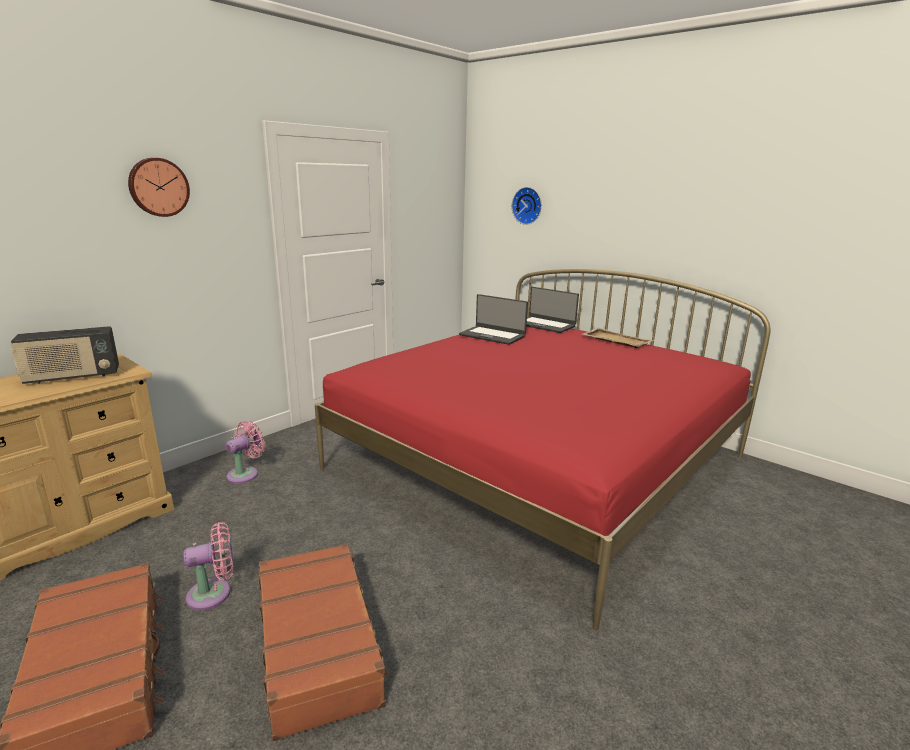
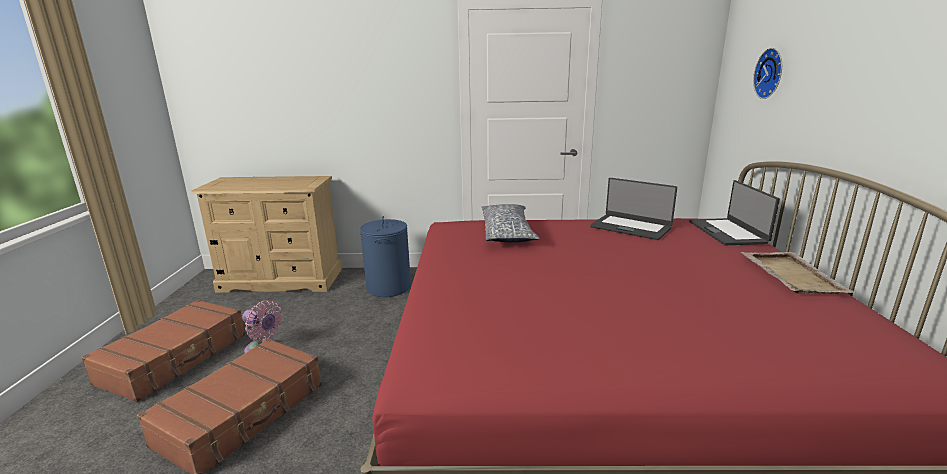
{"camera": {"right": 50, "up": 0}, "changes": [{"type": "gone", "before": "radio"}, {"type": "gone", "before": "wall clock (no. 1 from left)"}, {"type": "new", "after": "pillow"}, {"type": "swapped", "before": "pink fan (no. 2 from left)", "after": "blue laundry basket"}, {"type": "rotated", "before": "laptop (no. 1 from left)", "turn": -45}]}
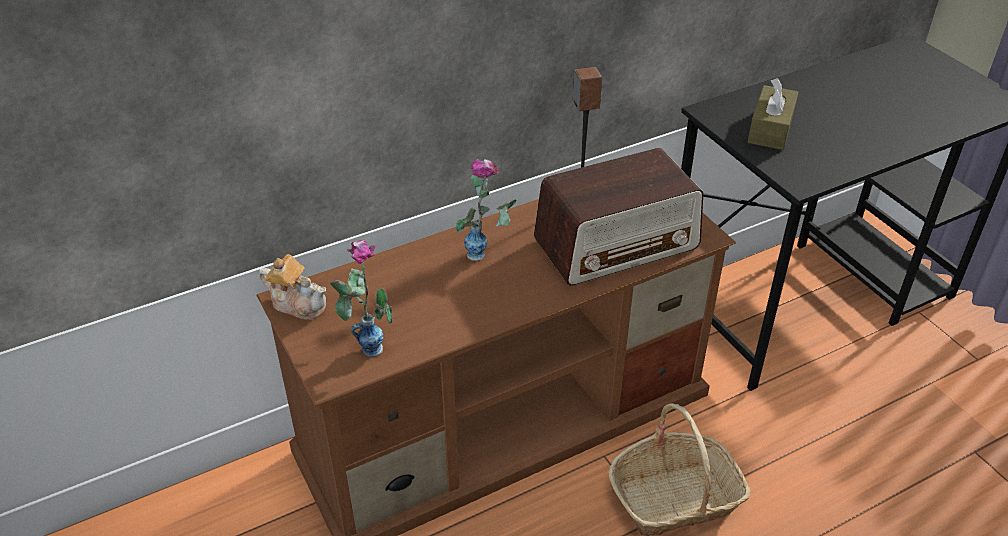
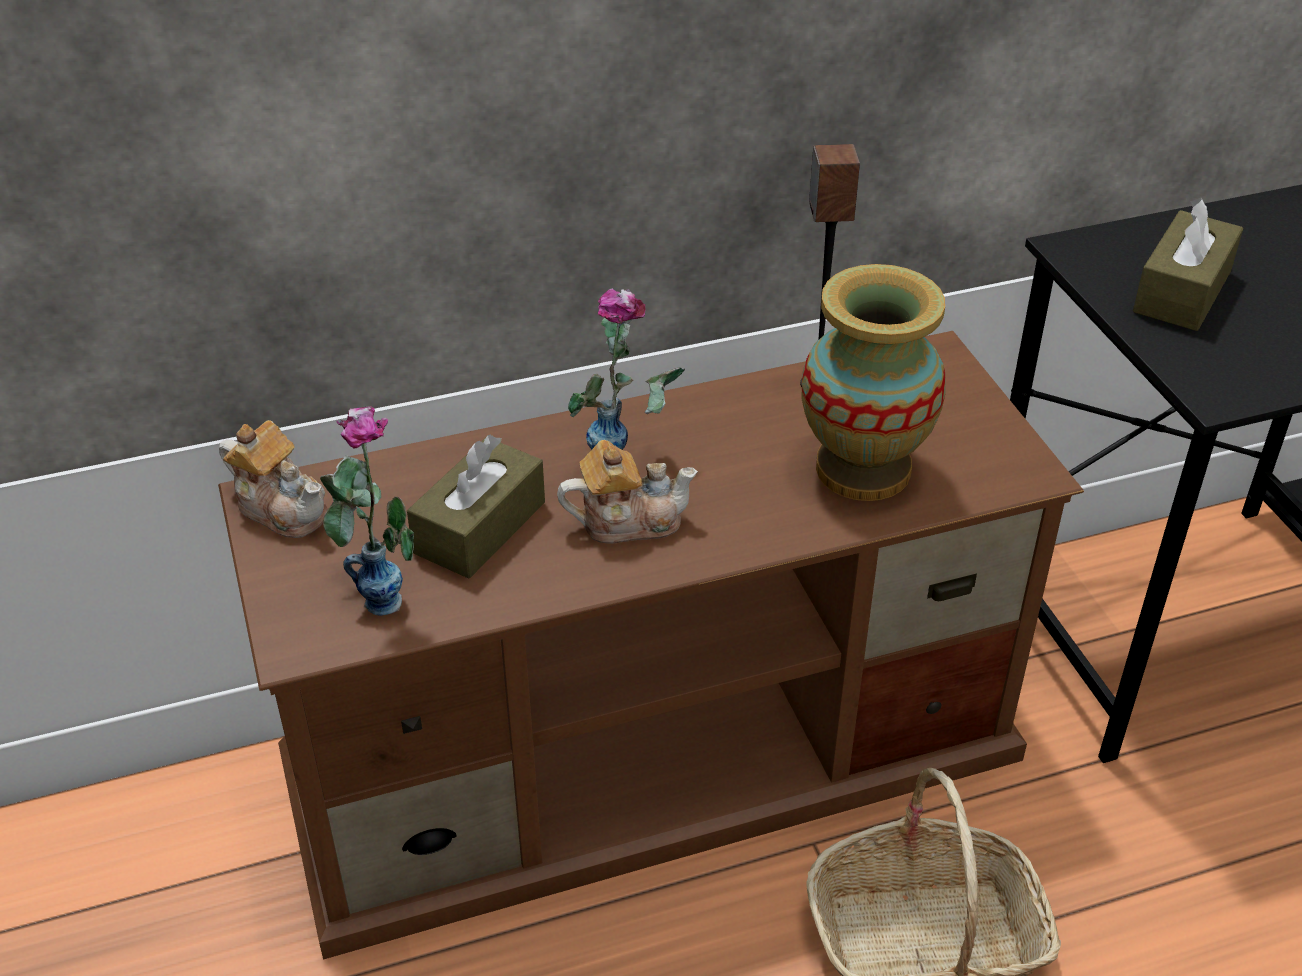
{"camera": {"right": 10, "up": 0}, "changes": [{"type": "new", "after": "brown tissue box (no. 1 from left)"}, {"type": "new", "after": "teapot (no. 2 from left)"}, {"type": "swapped", "before": "radio", "after": "vase (no. 3 from left)"}]}
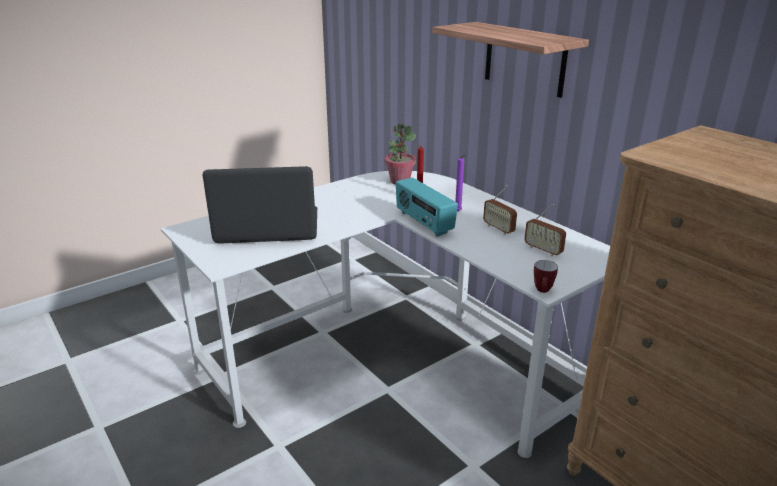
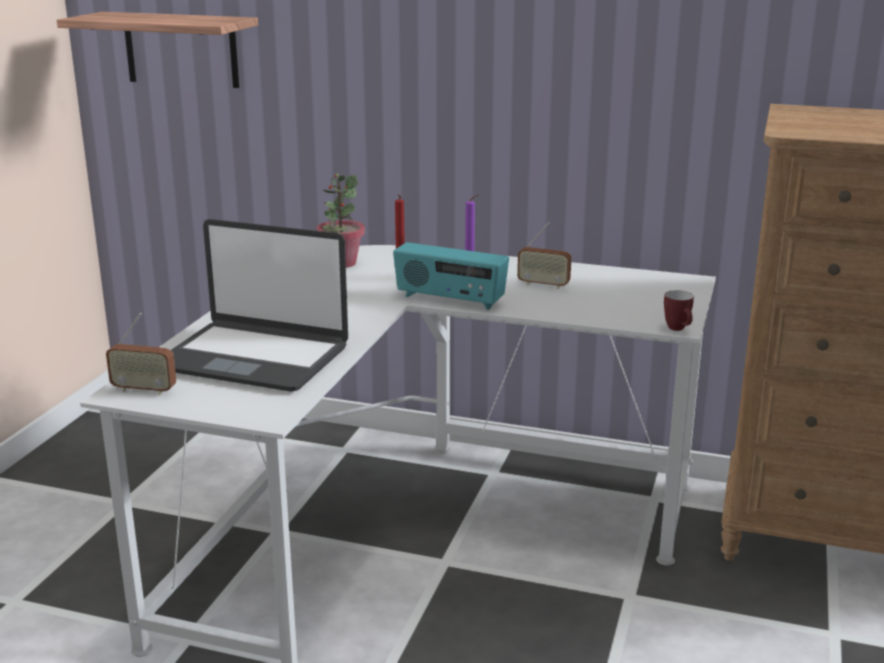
{"camera": {"right": -35, "up": -5}, "changes": [{"type": "shifted", "before": "shelf"}, {"type": "shifted", "before": "radio (no. 3 from left in the first image)", "after": "radio (no. 1 from left)"}, {"type": "rotated", "before": "laptop", "turn": -120}]}
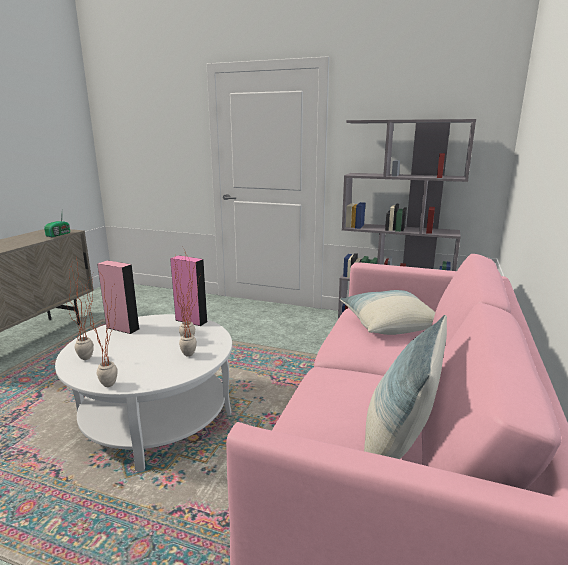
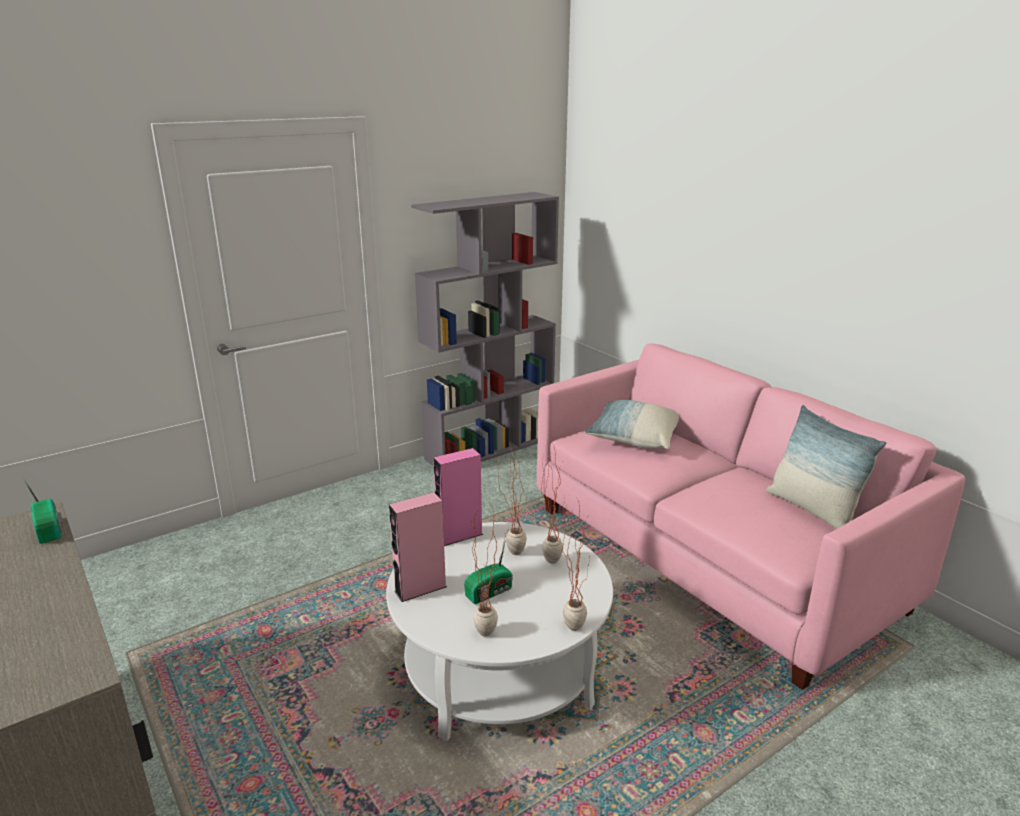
{"camera": {"right": -55, "up": 5}, "changes": [{"type": "new", "after": "radio (no. 2 from left)"}]}
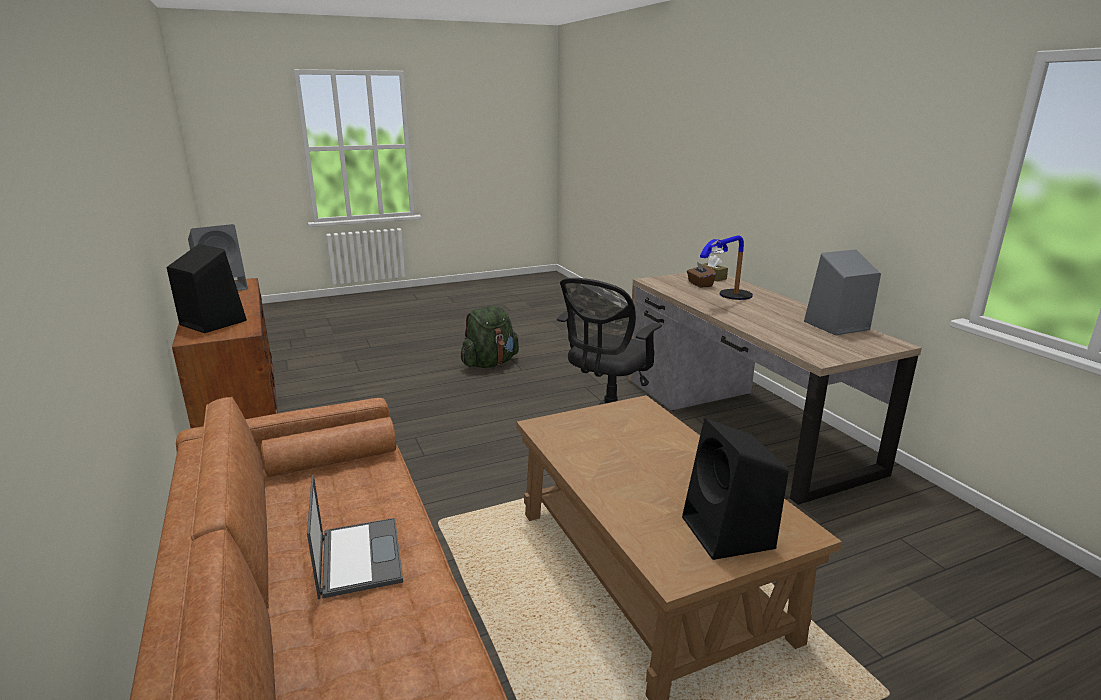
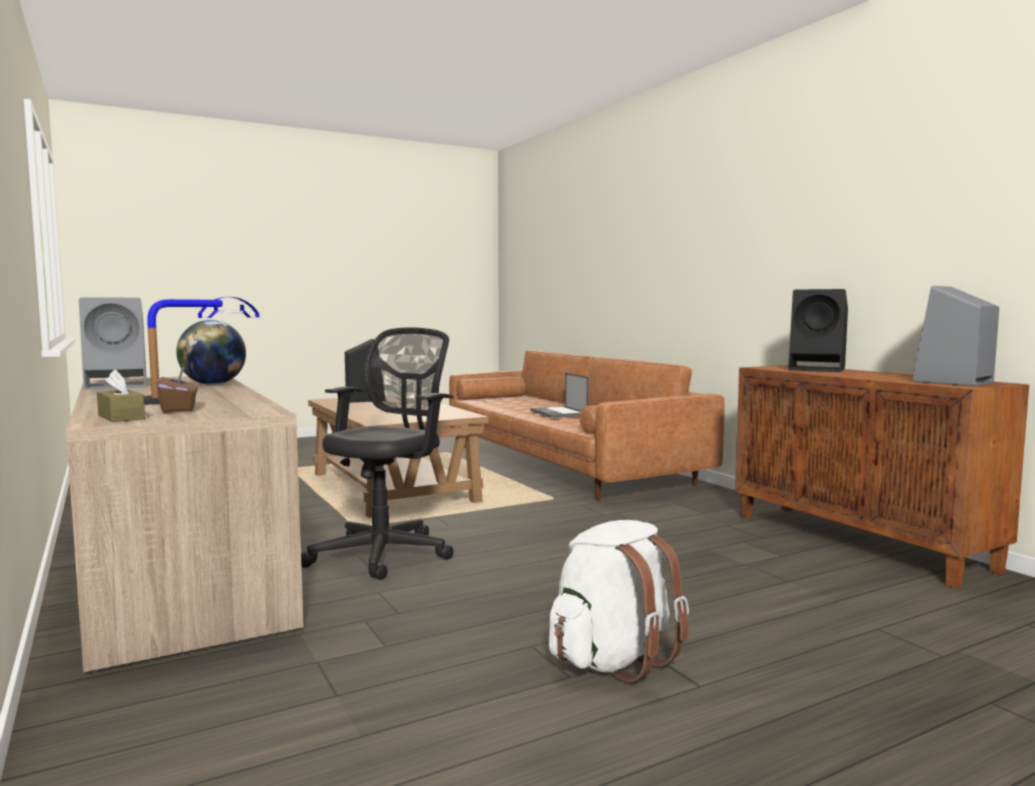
{"camera": {"right": 175, "up": -15}, "changes": [{"type": "new", "after": "globe"}, {"type": "repainted", "before": "green backpack", "after": "white backpack"}]}
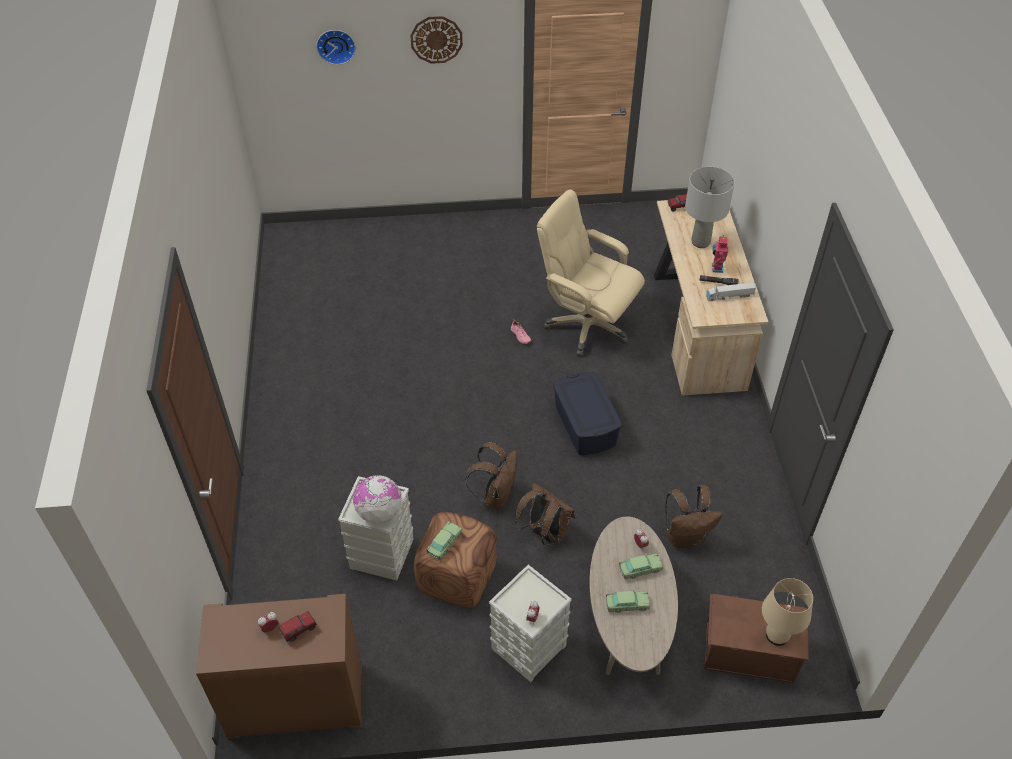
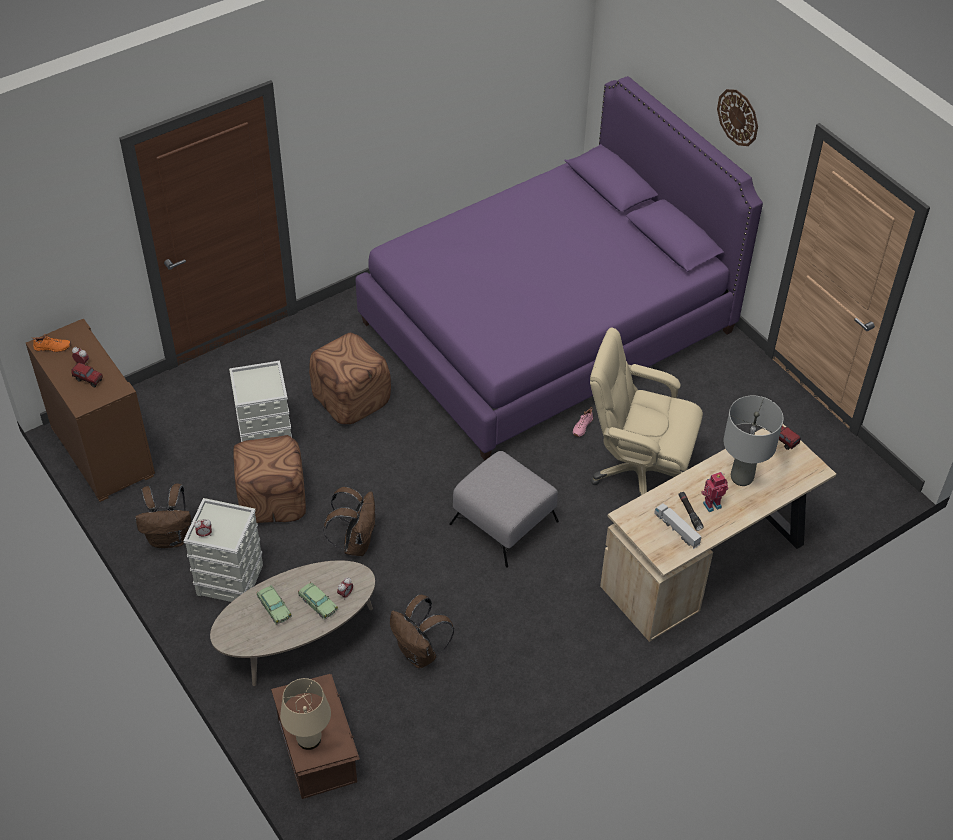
{"camera": {"right": 60, "up": 0}, "changes": [{"type": "gone", "before": "wall clock (no. 1 from left)"}, {"type": "gone", "before": "globe"}, {"type": "gone", "before": "toy car (no. 1 from left)"}, {"type": "new", "after": "orange shoe"}, {"type": "new", "after": "brown ottoman (no. 2 from left)"}, {"type": "new", "after": "purple bed"}, {"type": "shifted", "before": "brown backpack (no. 1 from left)"}, {"type": "swapped", "before": "blue storage box", "after": "grey ottoman"}, {"type": "rotated", "before": "beige office chair", "turn": -75}]}
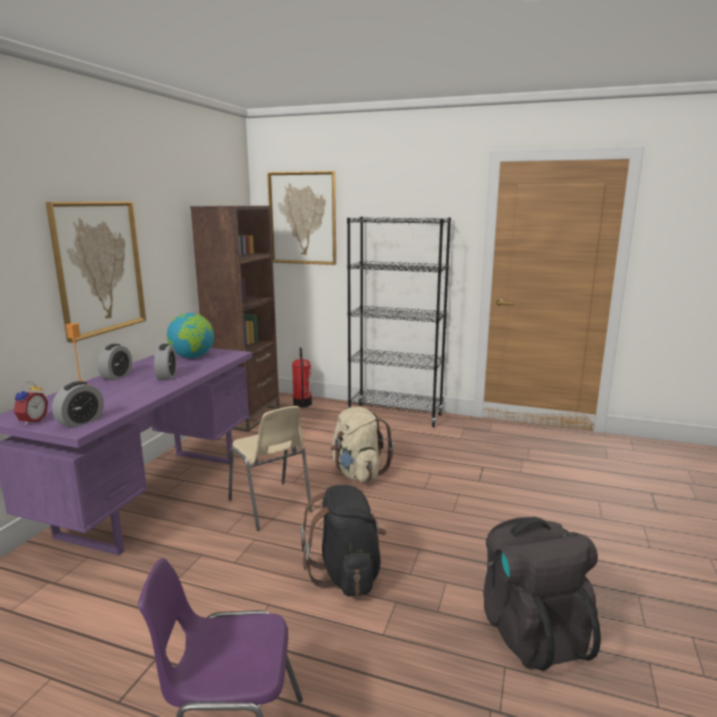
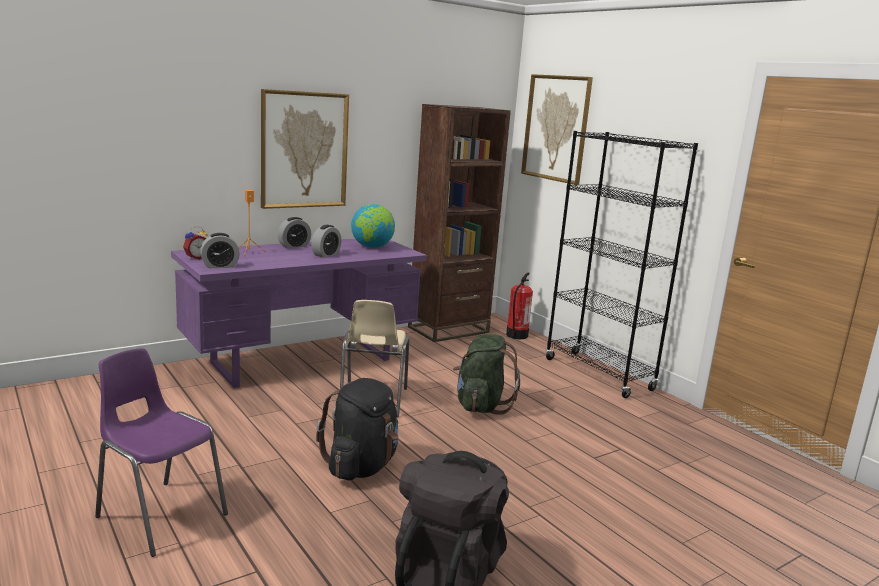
{"camera": {"right": 35, "up": 0}, "changes": [{"type": "repainted", "before": "beige backpack", "after": "green backpack"}]}
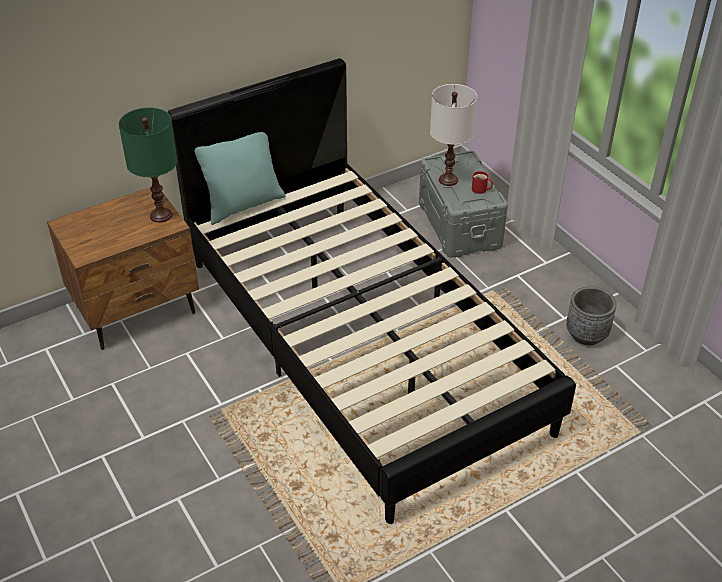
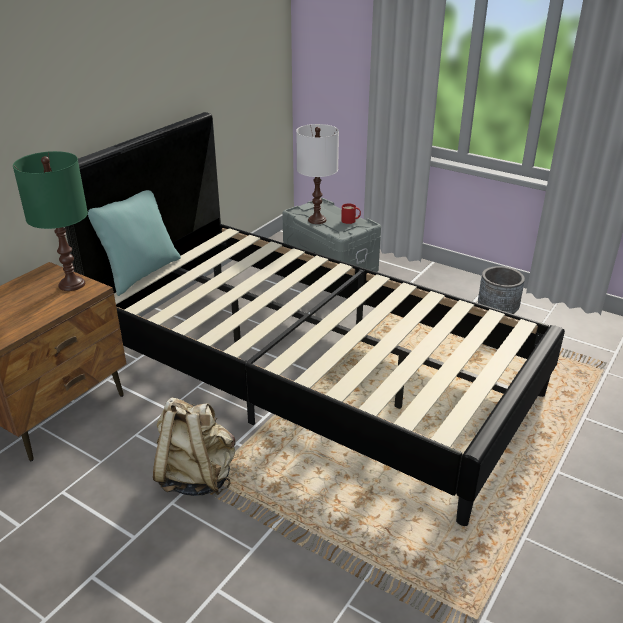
{"camera": {"right": -25, "up": -10}, "changes": [{"type": "new", "after": "beige backpack"}]}
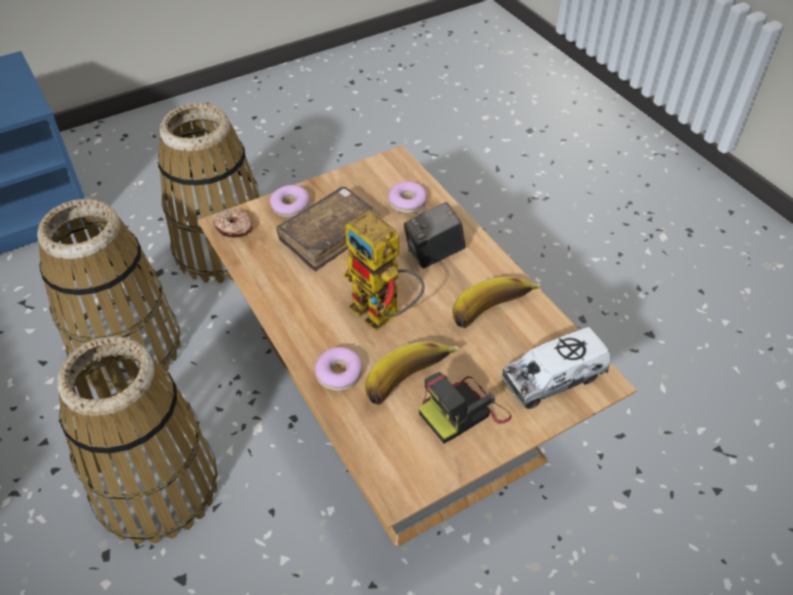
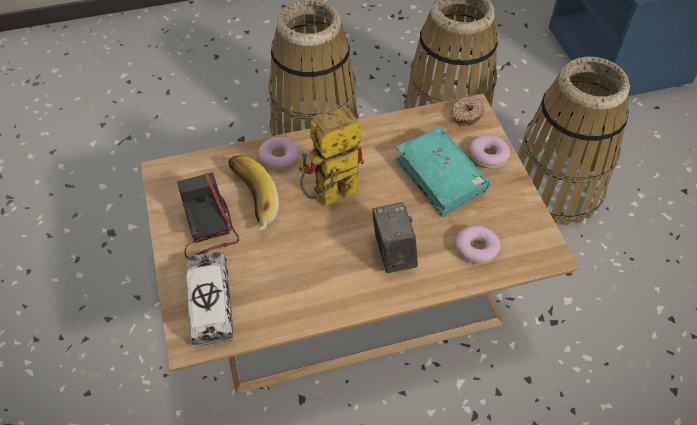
{"camera": {"right": 105, "up": 5}, "changes": [{"type": "gone", "before": "banana (no. 2 from left)"}, {"type": "repainted", "before": "brown book", "after": "turquoise book"}]}
